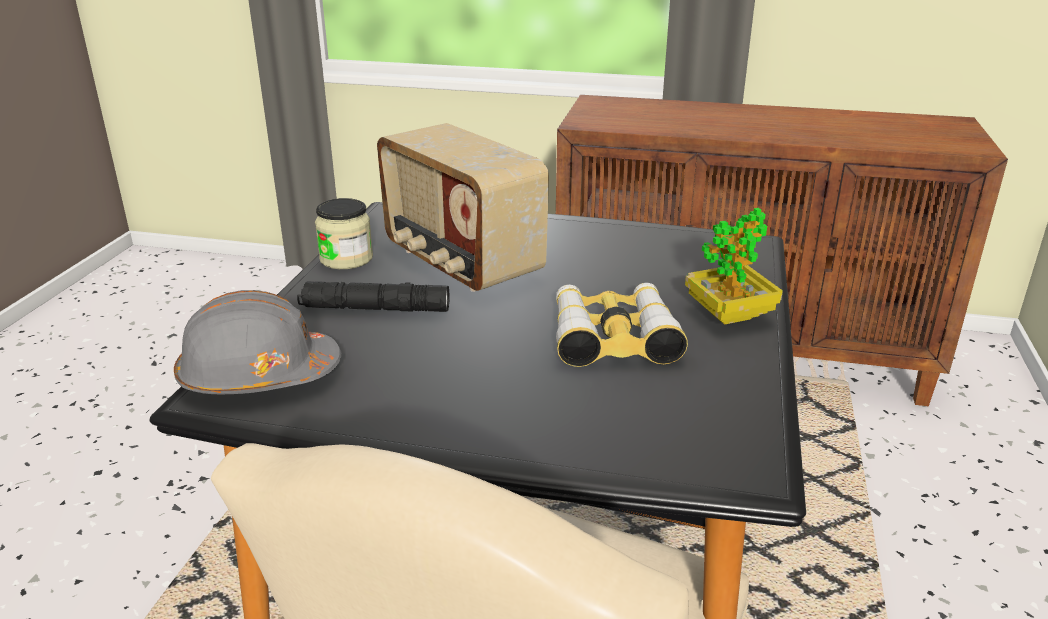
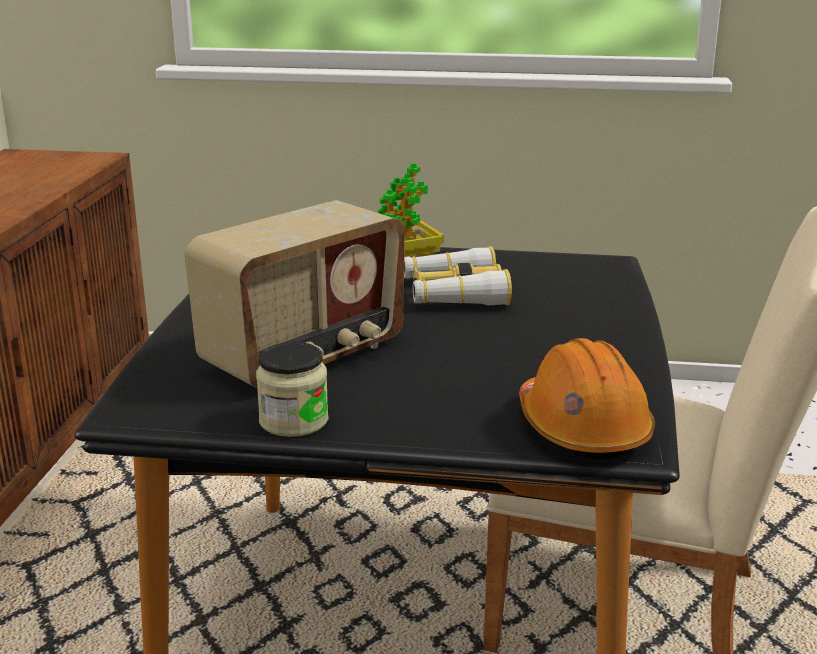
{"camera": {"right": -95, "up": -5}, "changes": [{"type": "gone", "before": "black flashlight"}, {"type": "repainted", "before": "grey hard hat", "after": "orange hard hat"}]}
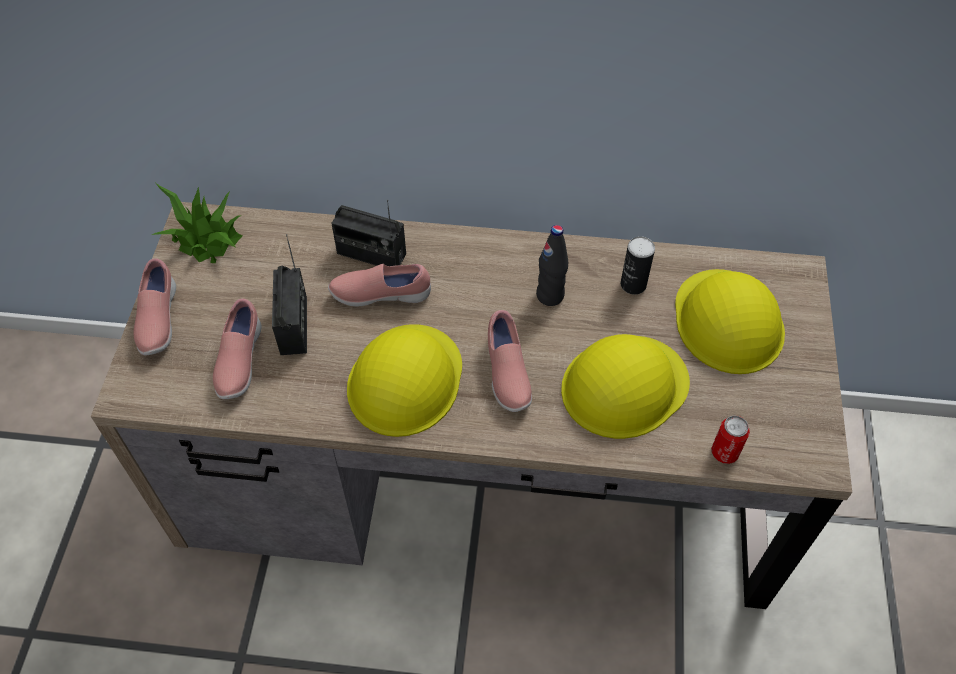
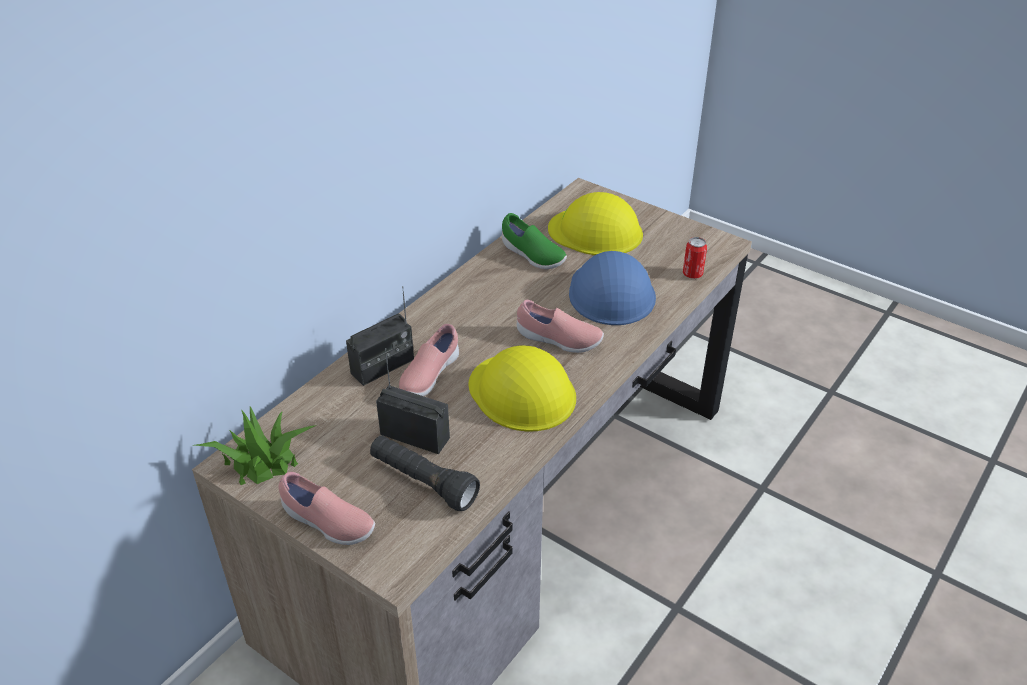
{"camera": {"right": -60, "up": -15}, "changes": [{"type": "gone", "before": "black bottle"}, {"type": "swapped", "before": "pink shoe (no. 2 from left)", "after": "black flashlight"}, {"type": "swapped", "before": "can (no. 1 from left)", "after": "green shoe"}, {"type": "repainted", "before": "yellow hard hat (no. 2 from left)", "after": "blue hard hat"}]}
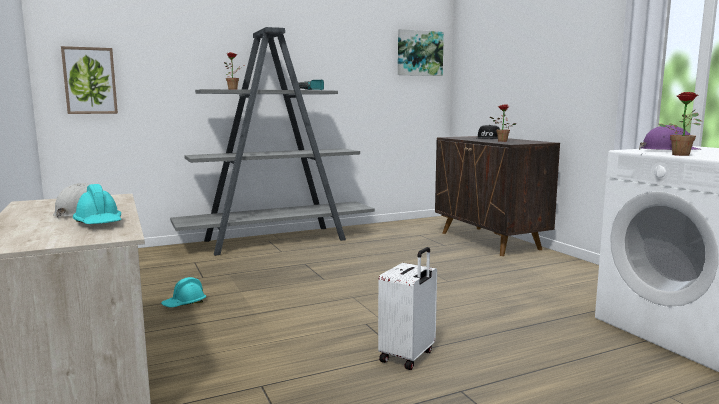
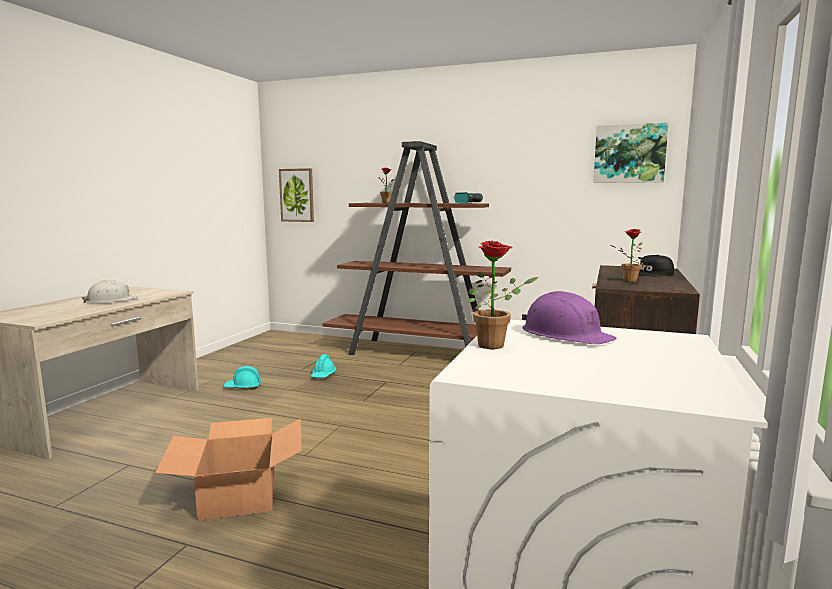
{"camera": {"right": 45, "up": 0}, "changes": [{"type": "shifted", "before": "turquoise hard hat (no. 1 from left in the first image)", "after": "turquoise hard hat (no. 2 from left)"}, {"type": "swapped", "before": "white suitcase", "after": "cardboard box"}, {"type": "repainted", "before": "grey bookcase", "after": "brown bookcase"}]}
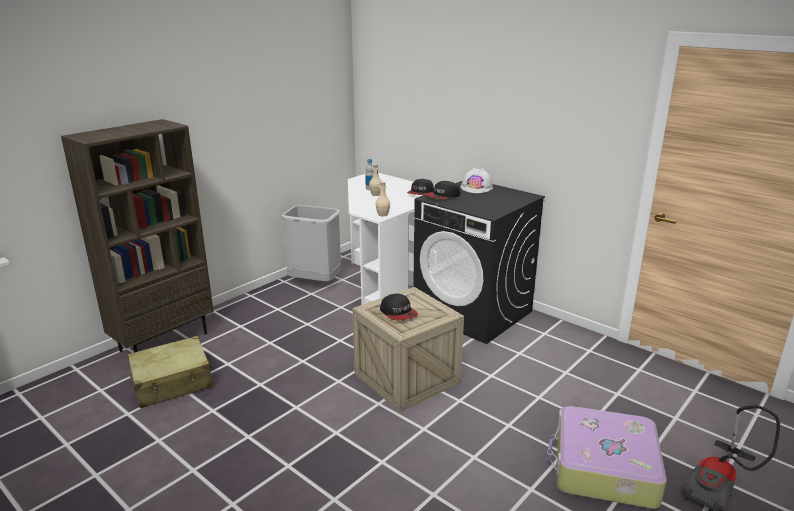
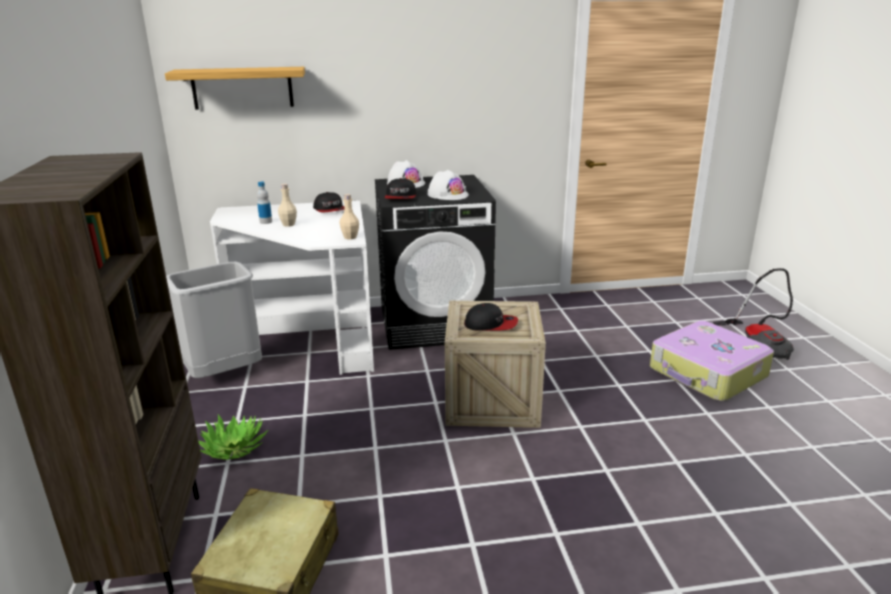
{"camera": {"right": -50, "up": 0}, "changes": [{"type": "new", "after": "shelf"}, {"type": "new", "after": "potted plant"}, {"type": "new", "after": "white hard hat (no. 2 from left)"}]}
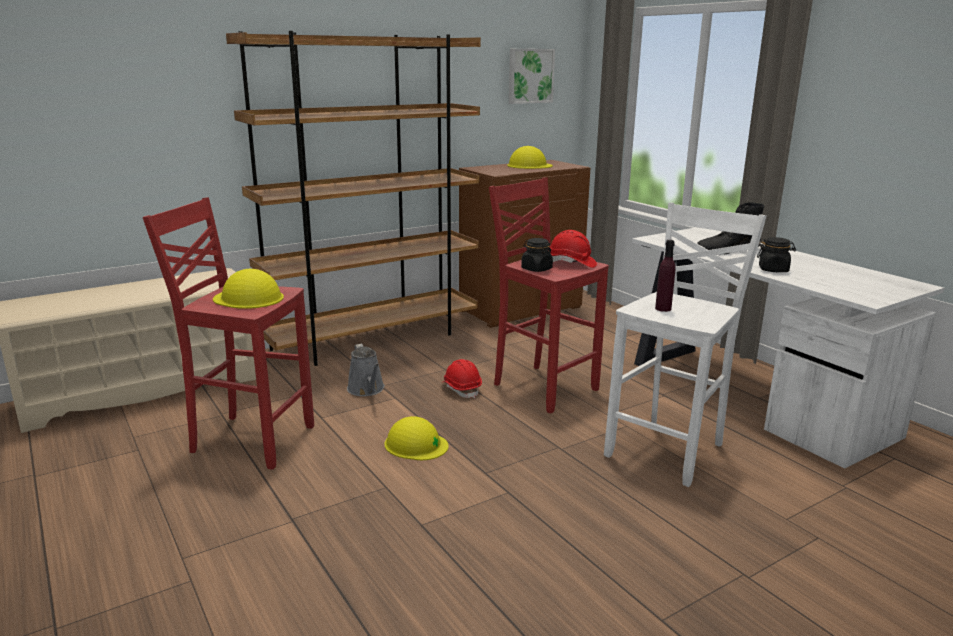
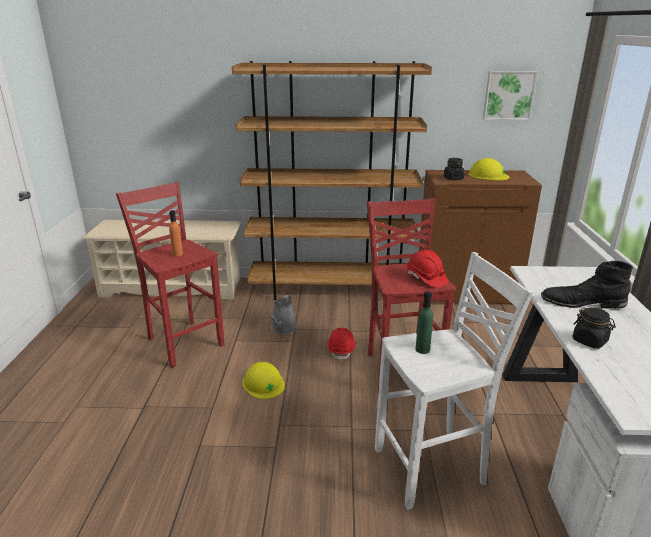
{"camera": {"right": 35, "up": 5}, "changes": [{"type": "shifted", "before": "black jar (no. 1 from left)"}, {"type": "swapped", "before": "yellow hard hat (no. 1 from left)", "after": "orange bottle"}, {"type": "repainted", "before": "purple bottle", "after": "green bottle"}]}
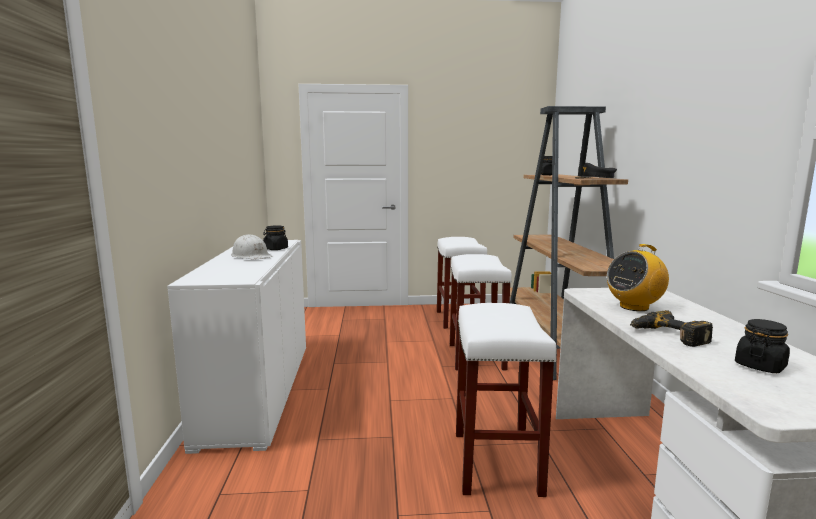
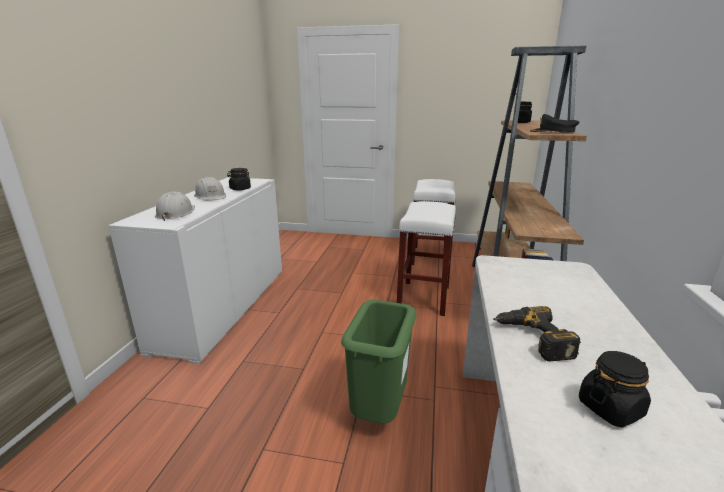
{"camera": {"right": 15, "up": 10}, "changes": [{"type": "gone", "before": "radio"}, {"type": "new", "after": "white hard hat (no. 1 from left)"}, {"type": "swapped", "before": "white stool (no. 3 from left)", "after": "green trash can"}]}
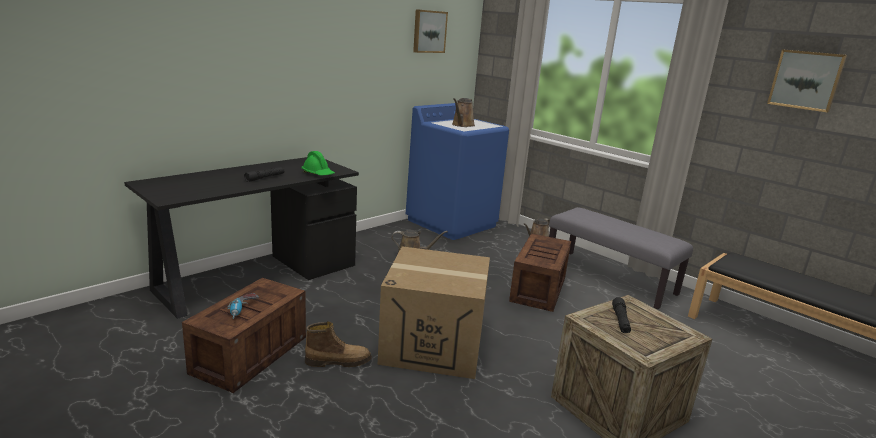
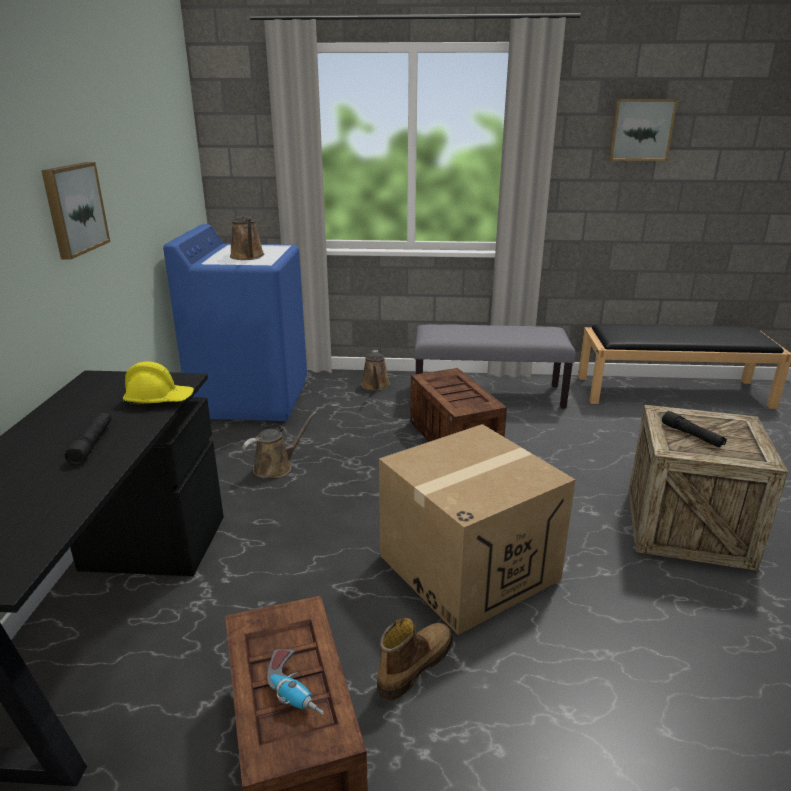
{"camera": {"right": -40, "up": 5}, "changes": [{"type": "shifted", "before": "picture (no. 1 from left)"}, {"type": "repainted", "before": "green hard hat", "after": "yellow hard hat"}]}
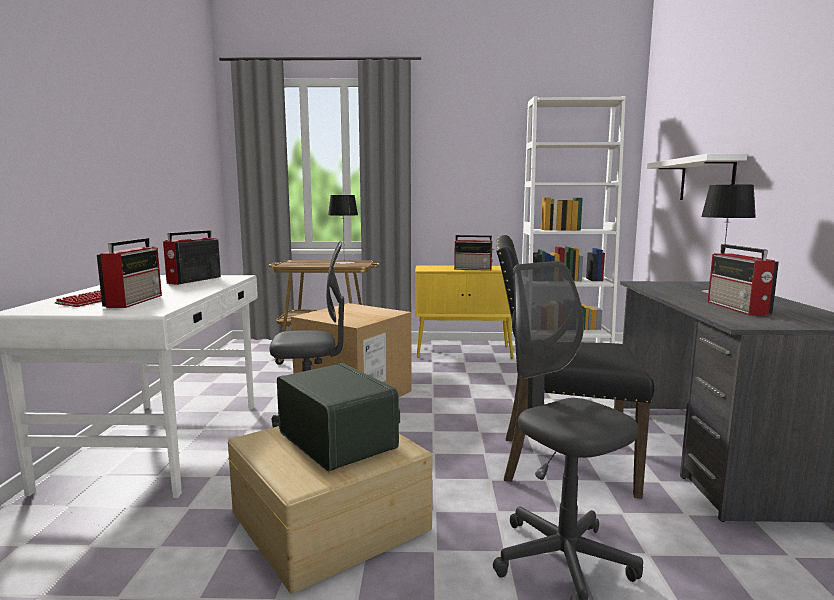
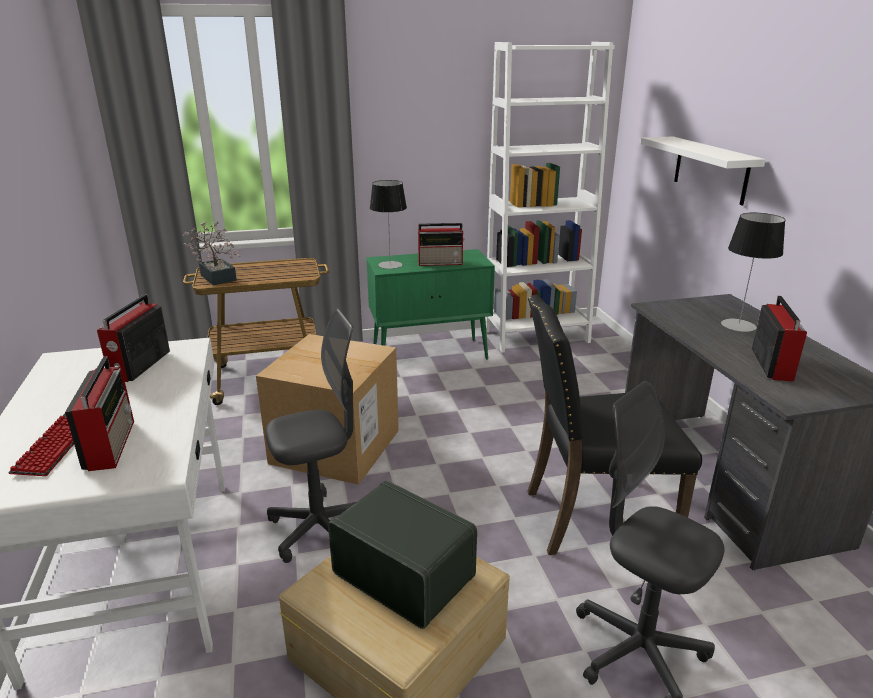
{"camera": {"right": -15, "up": 15}, "changes": [{"type": "new", "after": "potted plant"}, {"type": "shifted", "before": "table lamp (no. 1 from left)"}, {"type": "repainted", "before": "yellow cabinet", "after": "green cabinet"}, {"type": "rotated", "before": "radio (no. 5 from left)", "turn": -150}]}
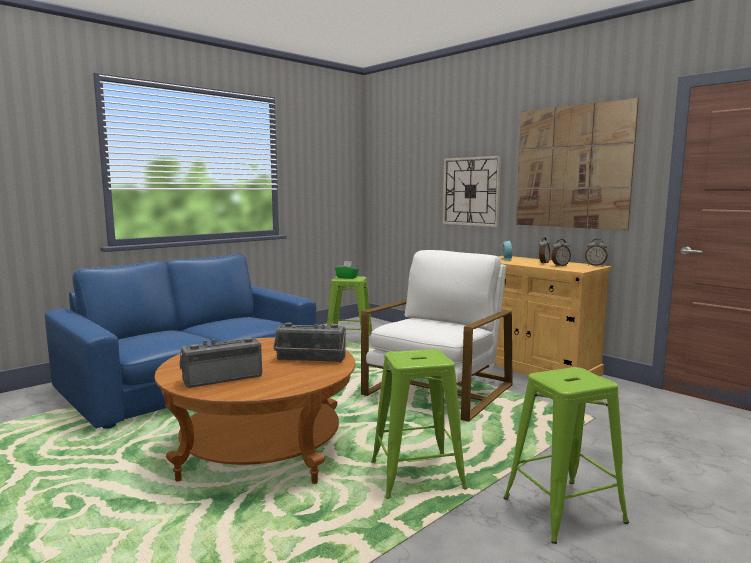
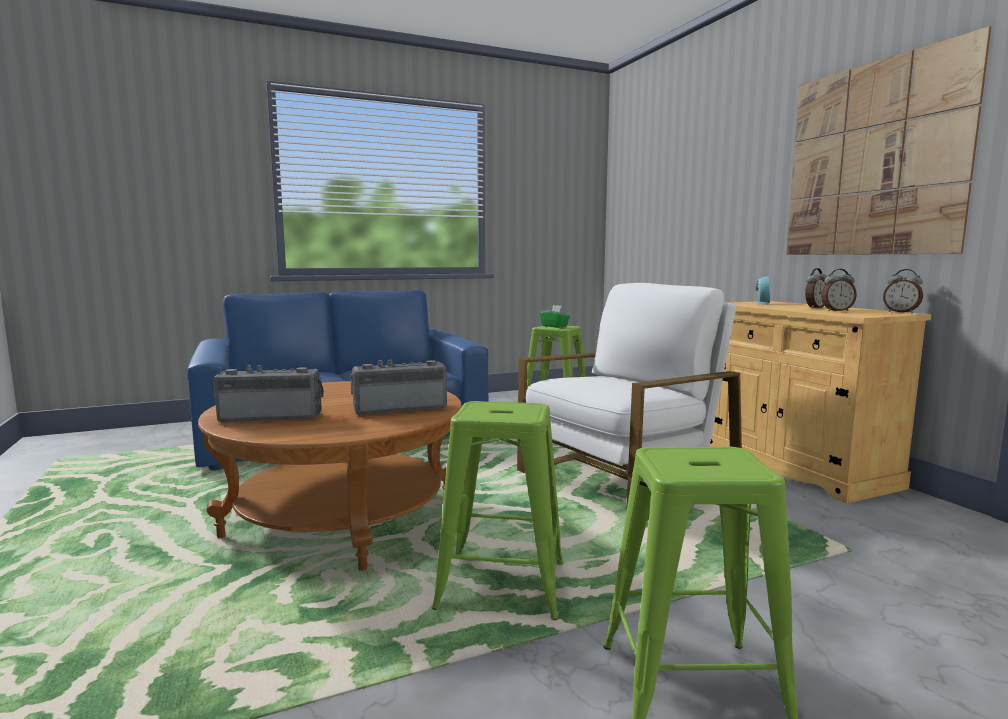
{"camera": {"right": 20, "up": 0}, "changes": [{"type": "gone", "before": "wall clock"}, {"type": "rotated", "before": "radio (no. 2 from left)", "turn": 135}]}
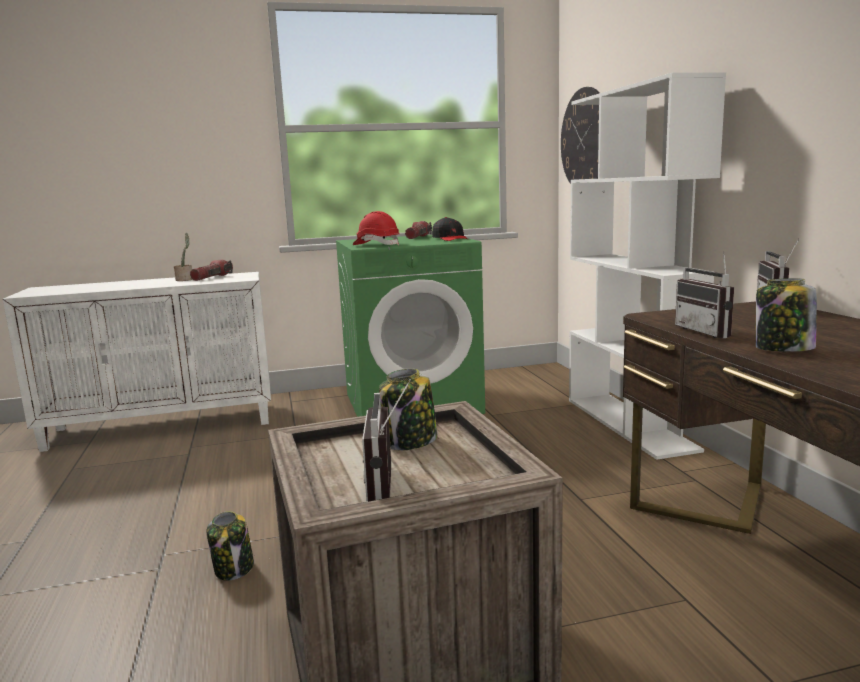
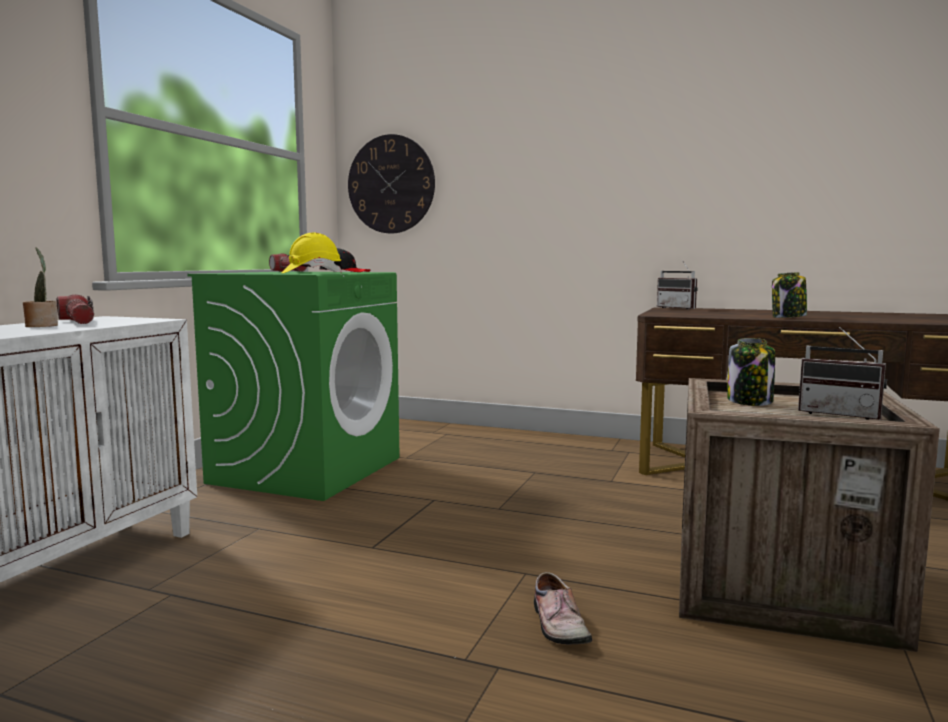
{"camera": {"right": -55, "up": -5}, "changes": [{"type": "gone", "before": "white bookcase"}, {"type": "gone", "before": "radio (no. 2 from left)"}, {"type": "swapped", "before": "jar (no. 1 from left)", "after": "shoe"}, {"type": "repainted", "before": "red hard hat", "after": "yellow hard hat"}]}
